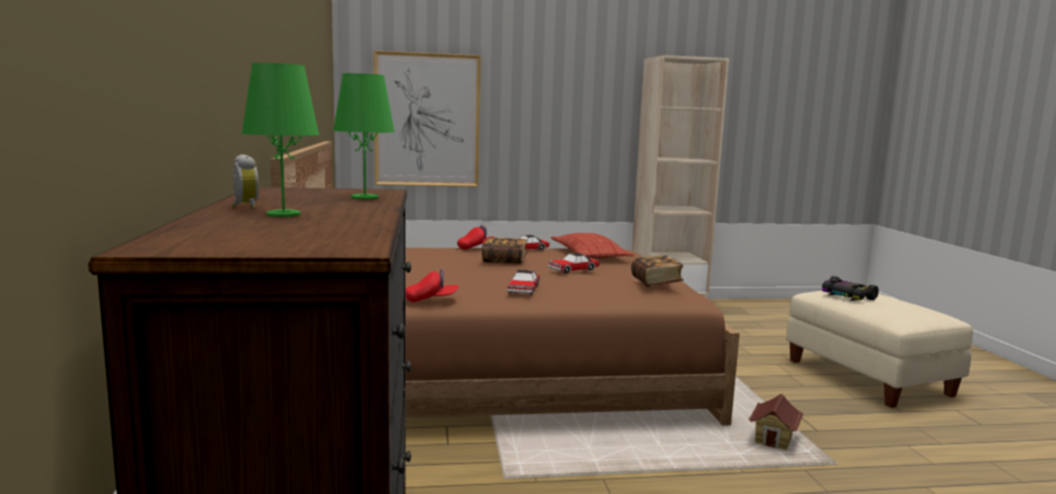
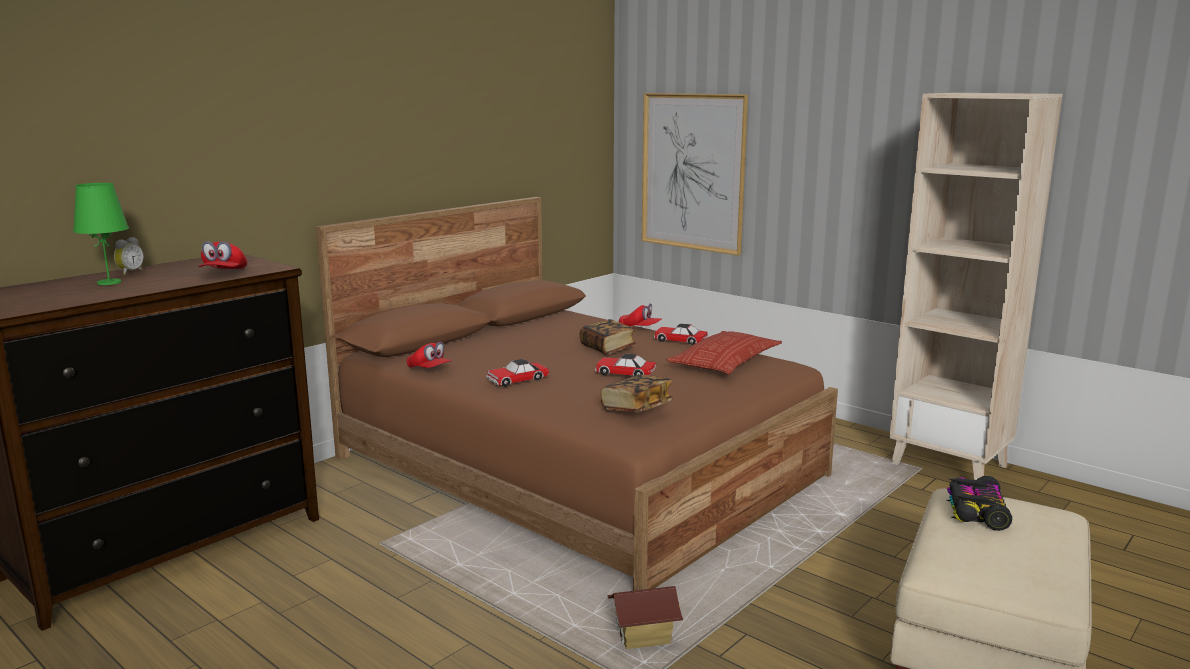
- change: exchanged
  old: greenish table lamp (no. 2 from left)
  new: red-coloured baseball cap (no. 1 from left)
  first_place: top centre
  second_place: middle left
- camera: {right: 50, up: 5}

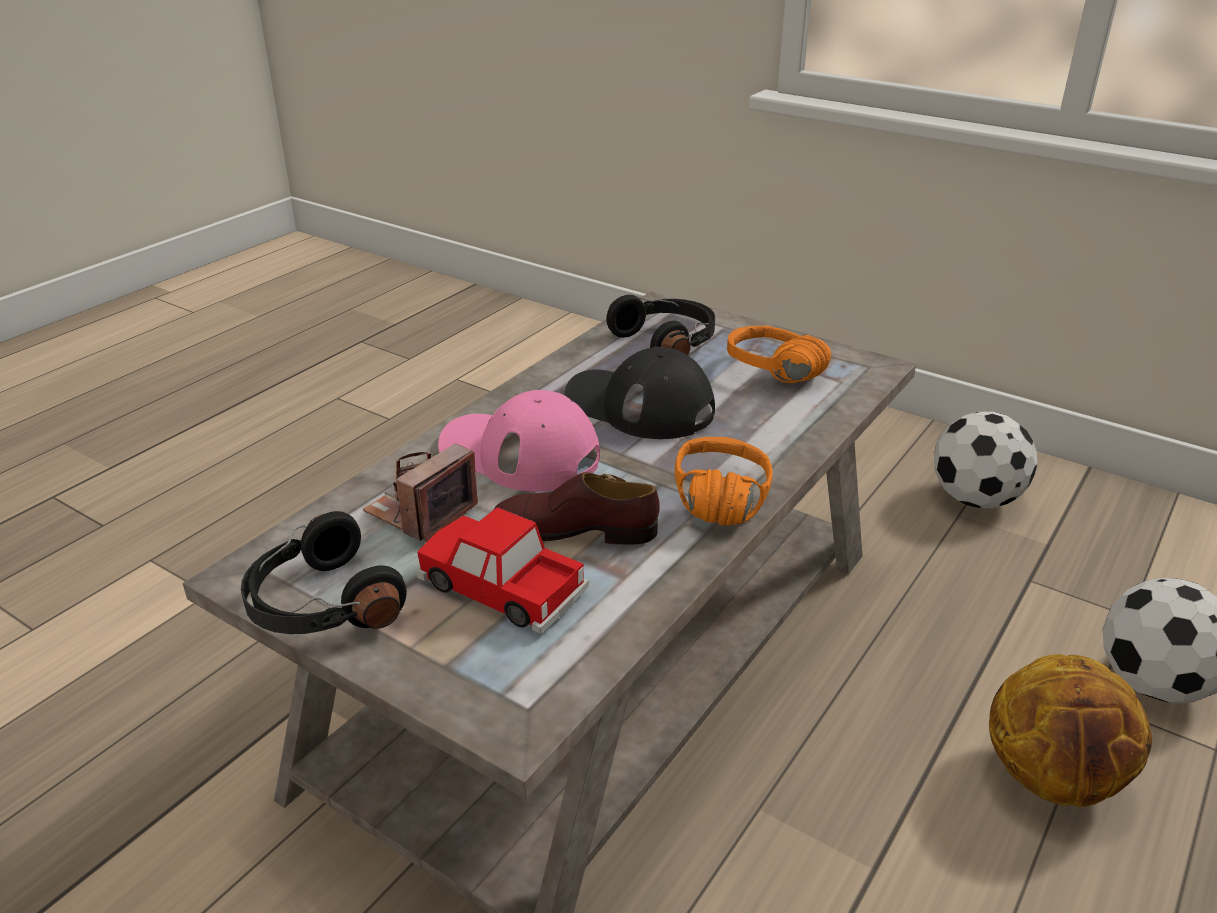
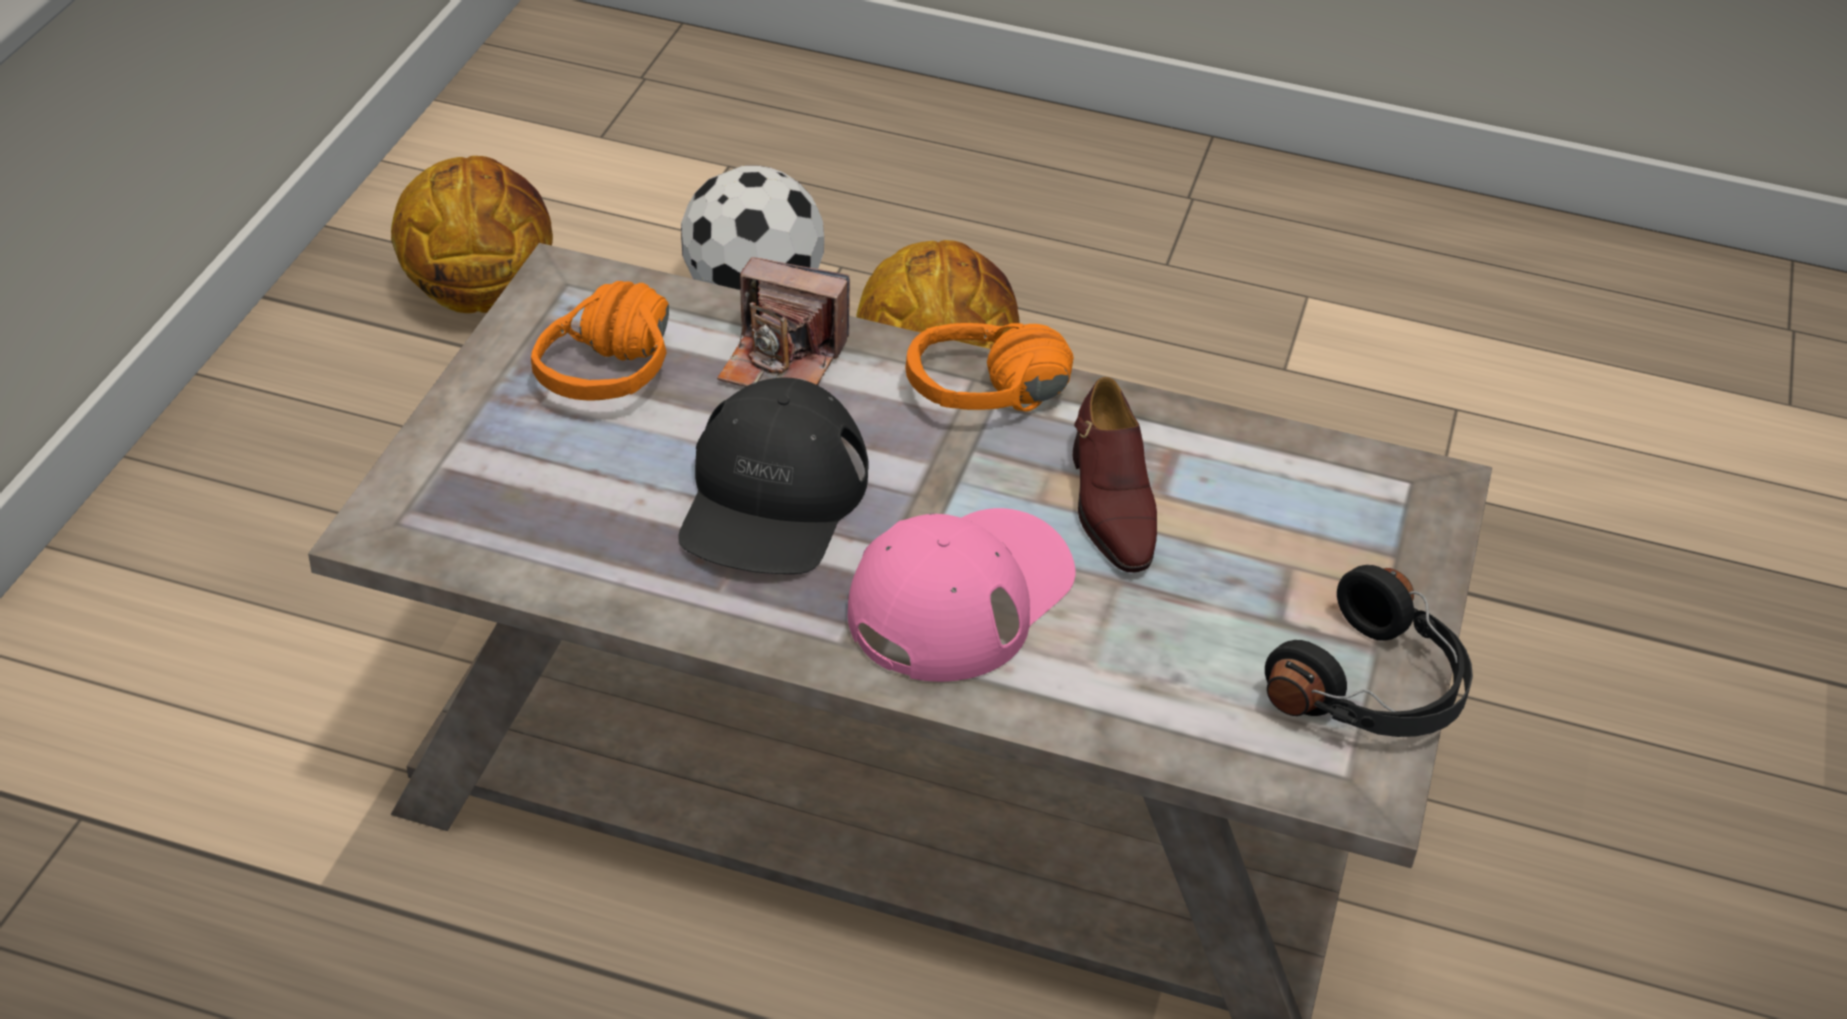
- change: missing
  old: toy car
  first_place: centre
- change: missing
  old: black headphones (no. 2 from left)
  first_place: centre
- change: missing
  old: ball for football (no. 1 from left)
  first_place: middle right
- change: appeared
  new: basketball ball (no. 1 from left)
  second_place: top left
- change: relocated
  old: still camera
  first_place: centre
  second_place: top centre
- change: spun
  old: pinkish baseball cap
  first_place: centre
  second_place: centre
  degrees: -150
- camera: {right: -110, up: 10}

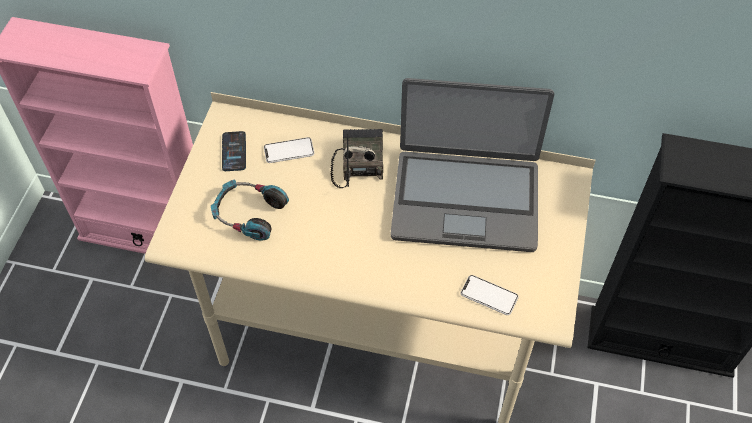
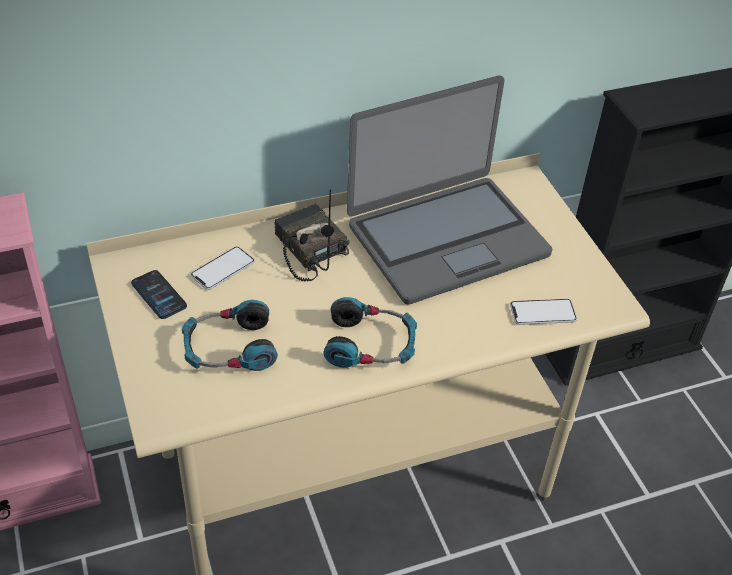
- change: appeared
  new: headphones (no. 2 from left)
  second_place: centre
- camera: {right: -35, up: -10}

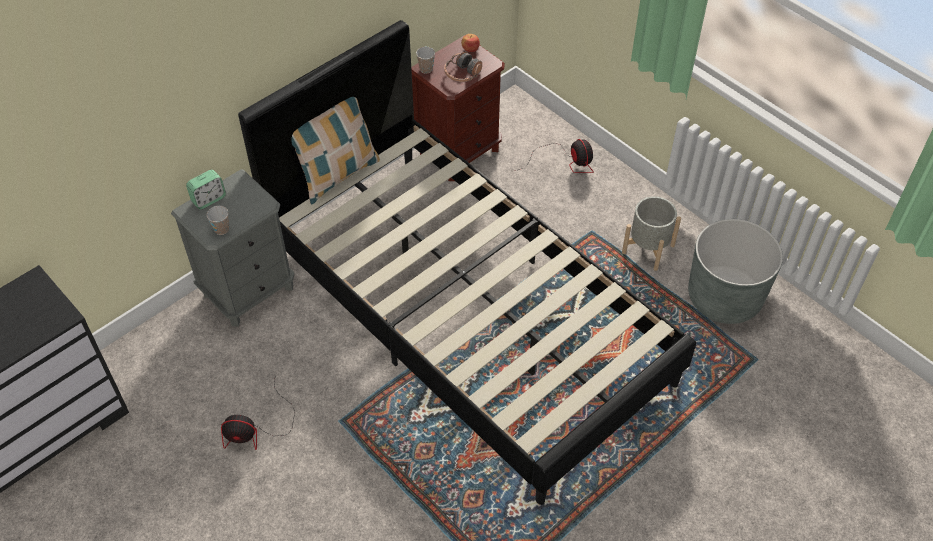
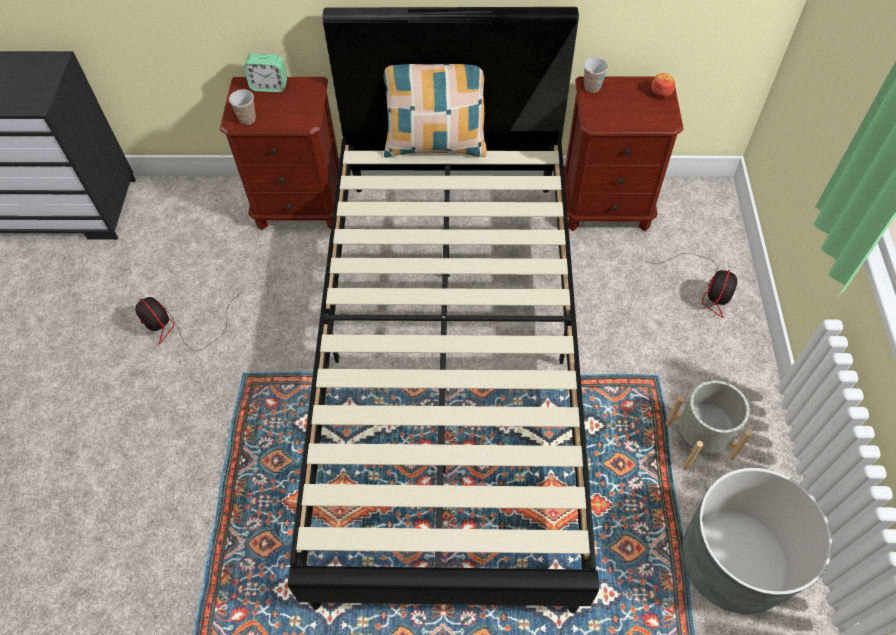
- change: missing
  old: headphones
  first_place: top centre
- change: colour
  old: gray bedside table
  new: brownish bedside table (no. 1 from left)
  first_place: middle left
  second_place: top left
- camera: {right: 45, up: 5}

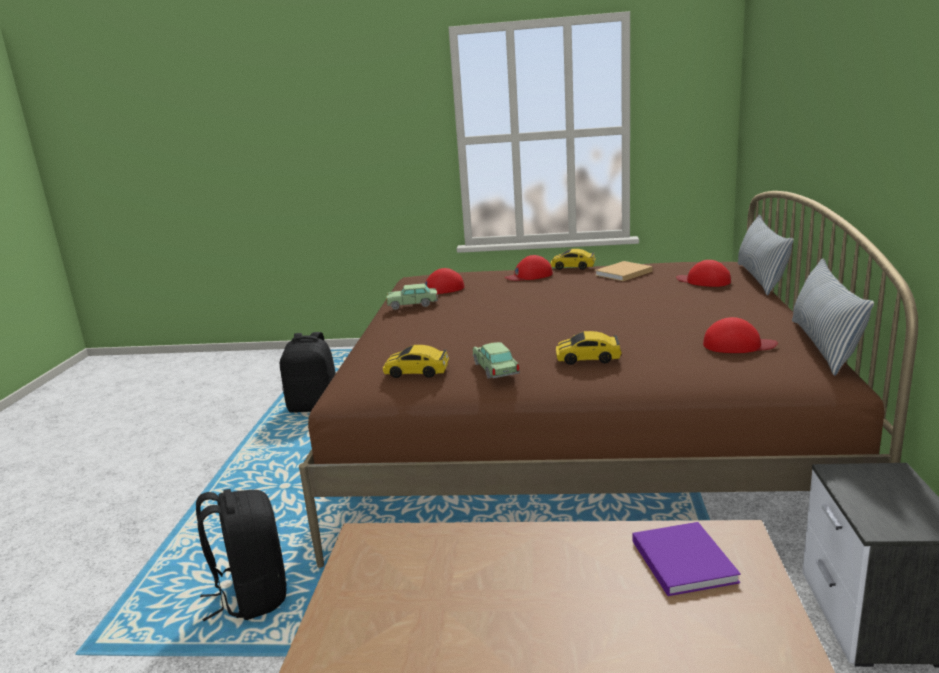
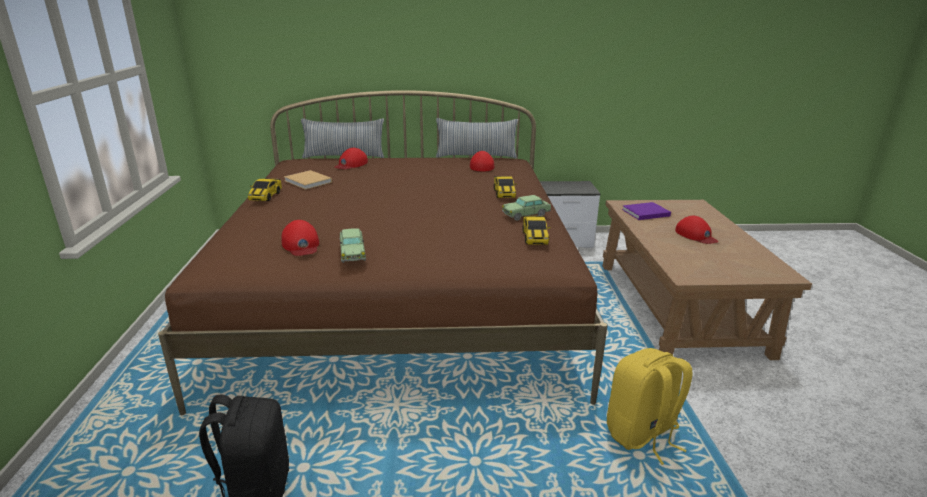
- change: relocated
  old: red-coloured baseball cap (no. 2 from left in the first image)
  new: red-coloured baseball cap (no. 4 from left)
  first_place: centre
  second_place: middle right
- change: colour
  old: black backpack (no. 1 from left)
  new: yellow-coloured backpack
  first_place: bottom left
  second_place: bottom right
- camera: {right: -100, up: 5}

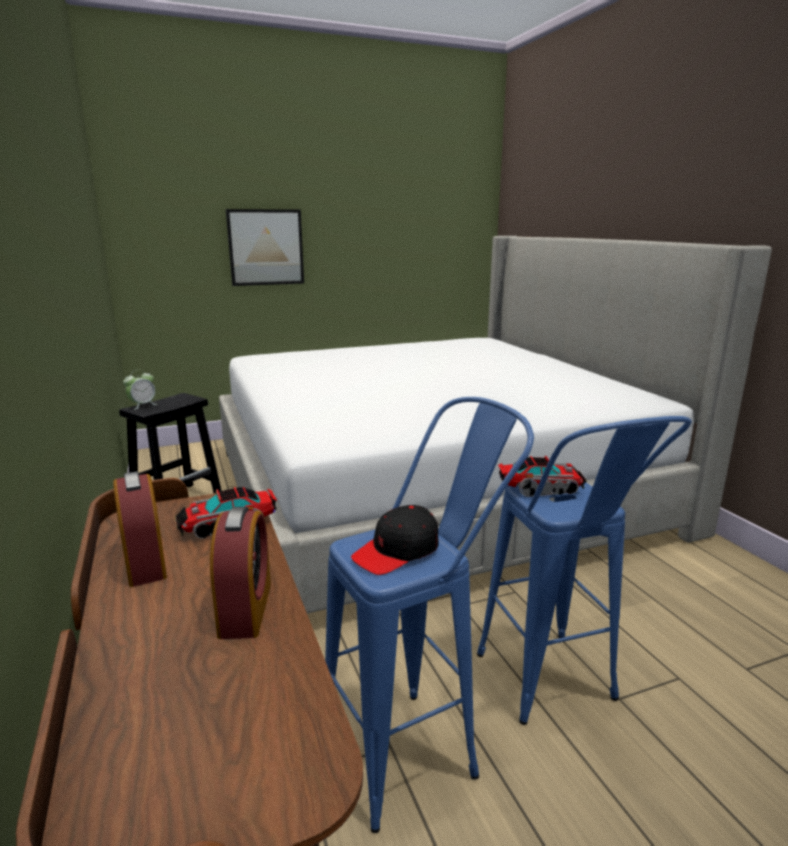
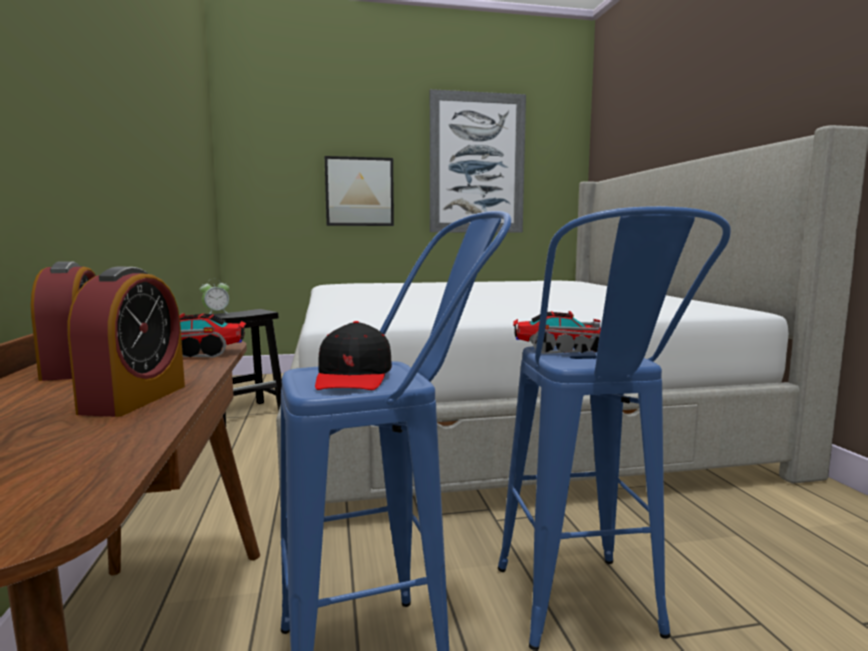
- change: appeared
  new: wall art (no. 2 from left)
  second_place: top centre
- change: spun
  old: black baseball cap
  first_place: centre
  second_place: centre
  degrees: -60
- camera: {right: 10, up: -10}

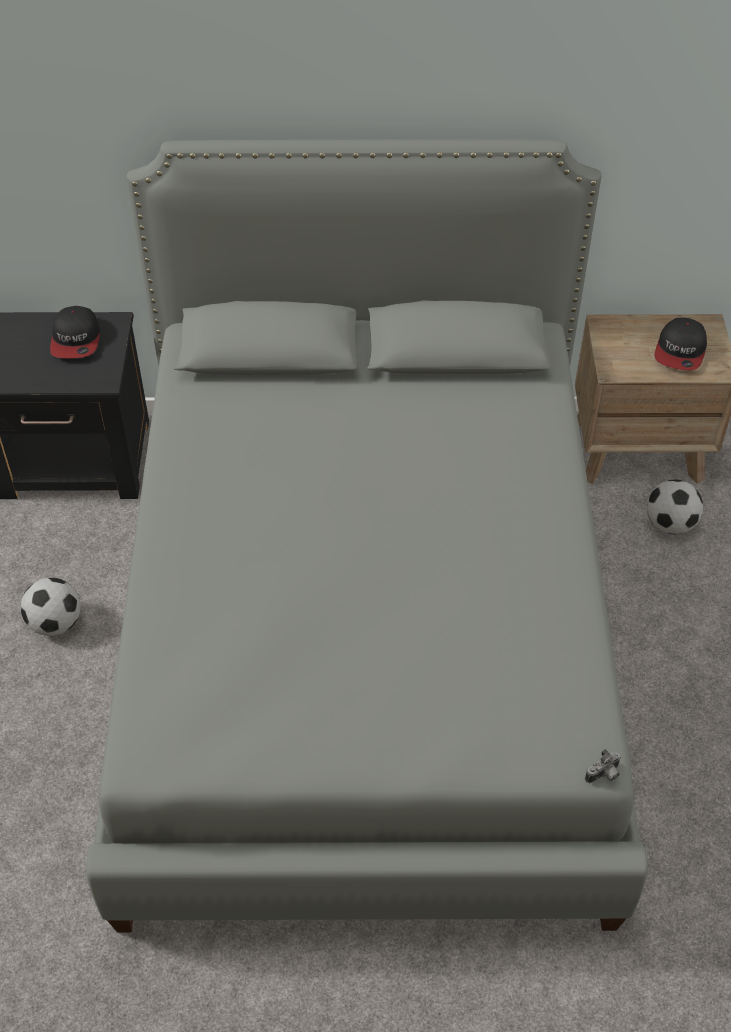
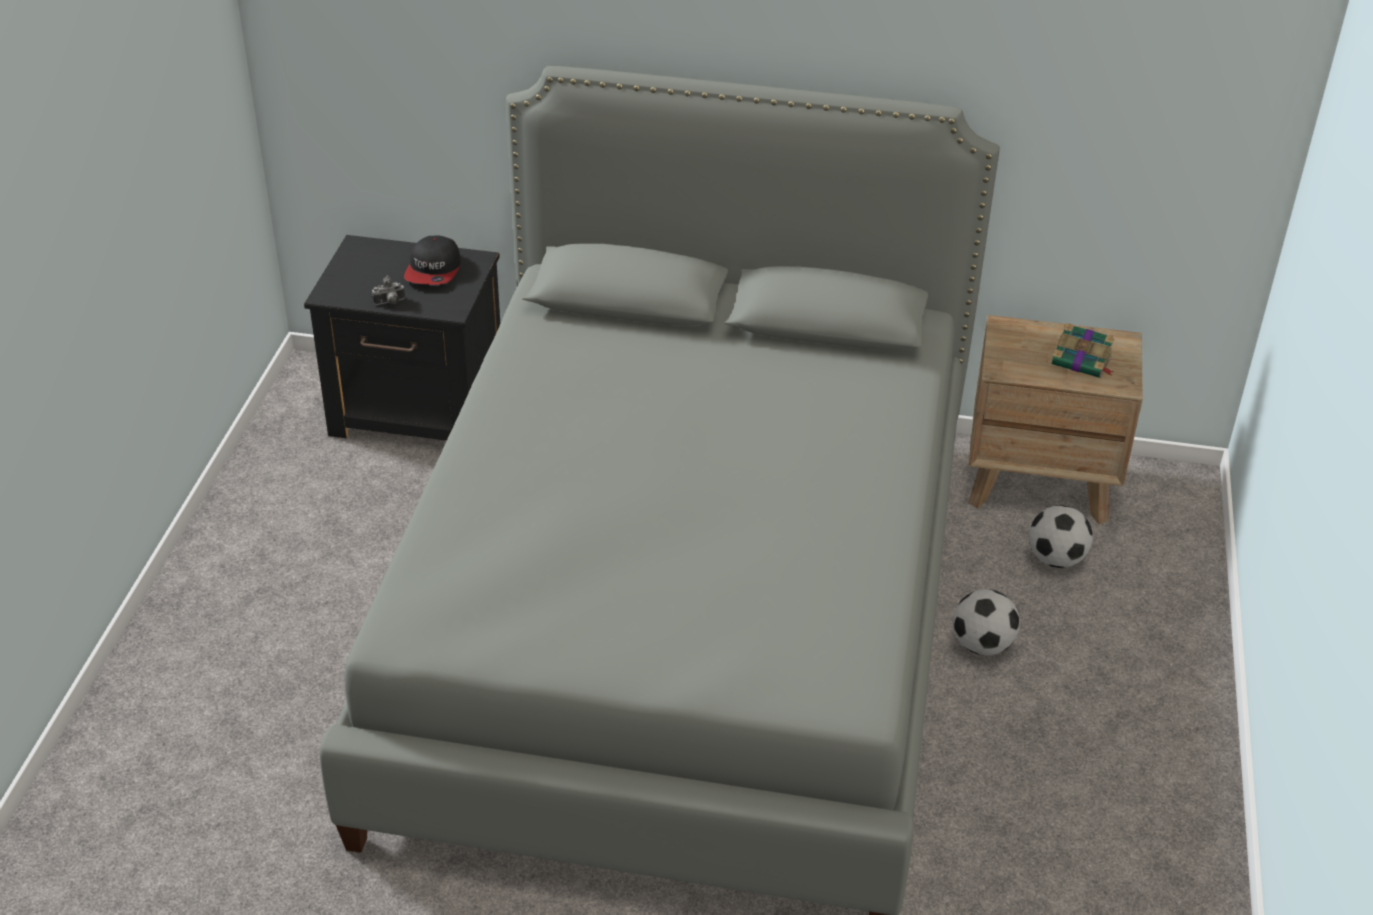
- change: relocated
  old: ball for football (no. 1 from left)
  first_place: middle left
  second_place: bottom right
- change: relocated
  old: still camera
  first_place: bottom right
  second_place: top left
- change: exchanged
  old: baseball cap (no. 2 from left)
  new: book
  first_place: middle right
  second_place: middle right
- camera: {right: 10, up: -10}

